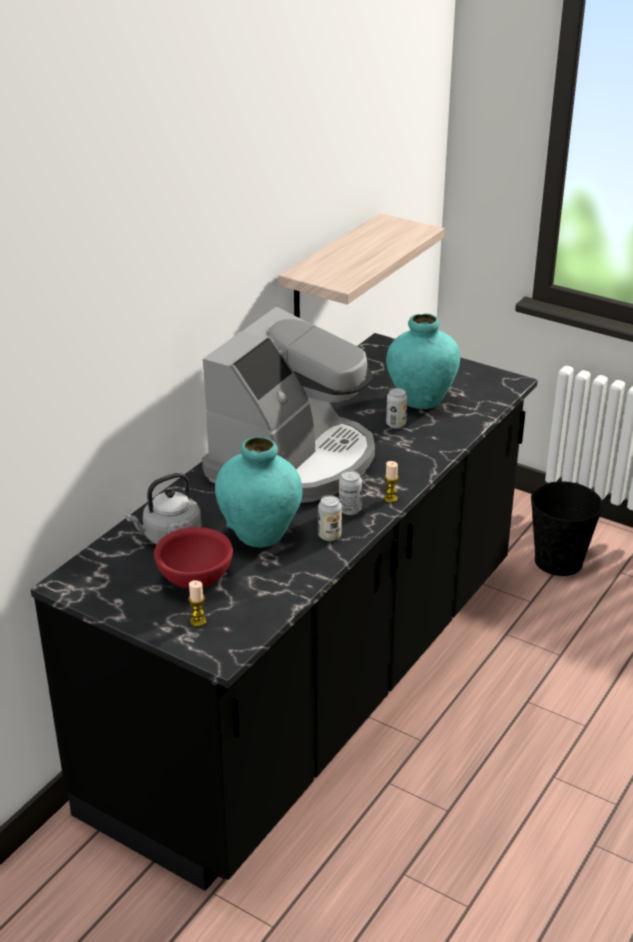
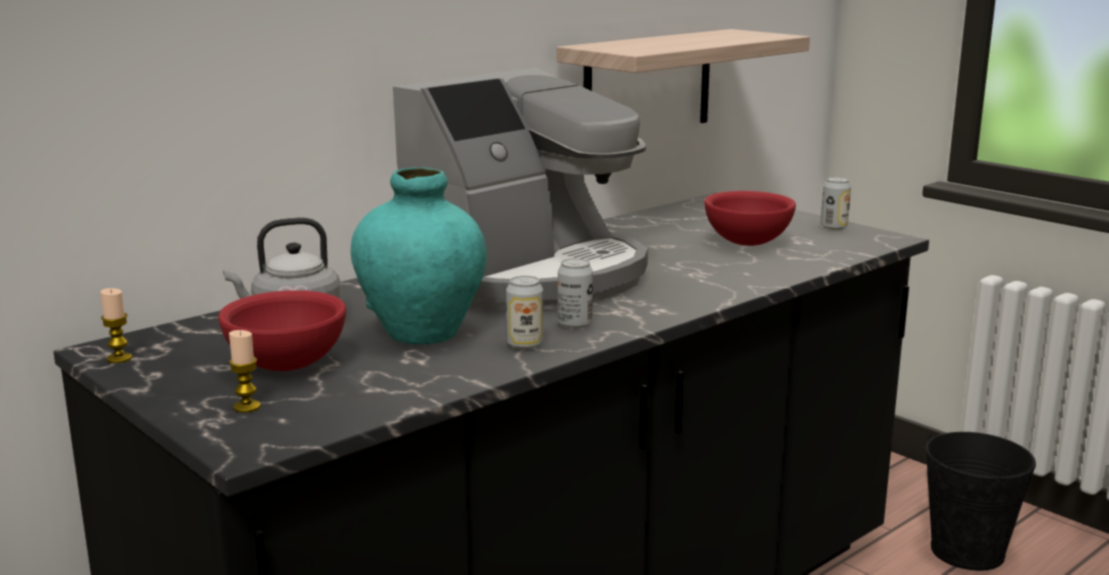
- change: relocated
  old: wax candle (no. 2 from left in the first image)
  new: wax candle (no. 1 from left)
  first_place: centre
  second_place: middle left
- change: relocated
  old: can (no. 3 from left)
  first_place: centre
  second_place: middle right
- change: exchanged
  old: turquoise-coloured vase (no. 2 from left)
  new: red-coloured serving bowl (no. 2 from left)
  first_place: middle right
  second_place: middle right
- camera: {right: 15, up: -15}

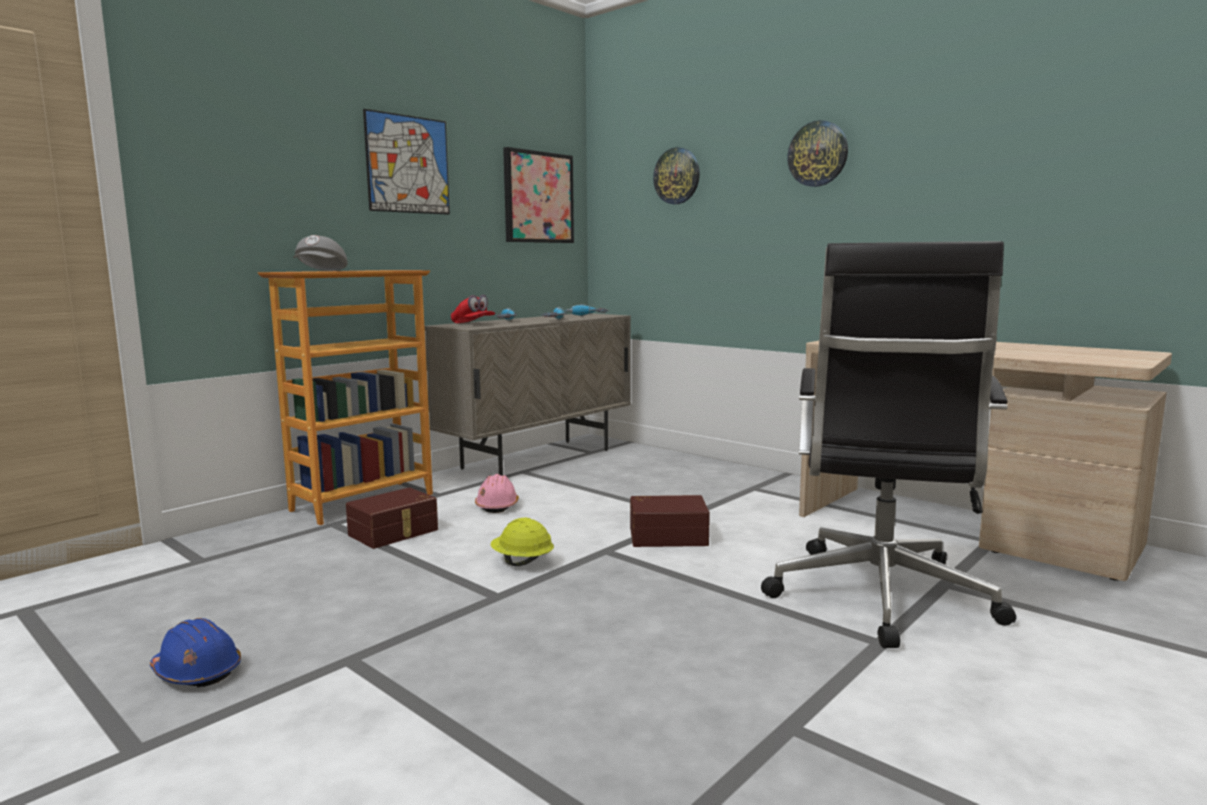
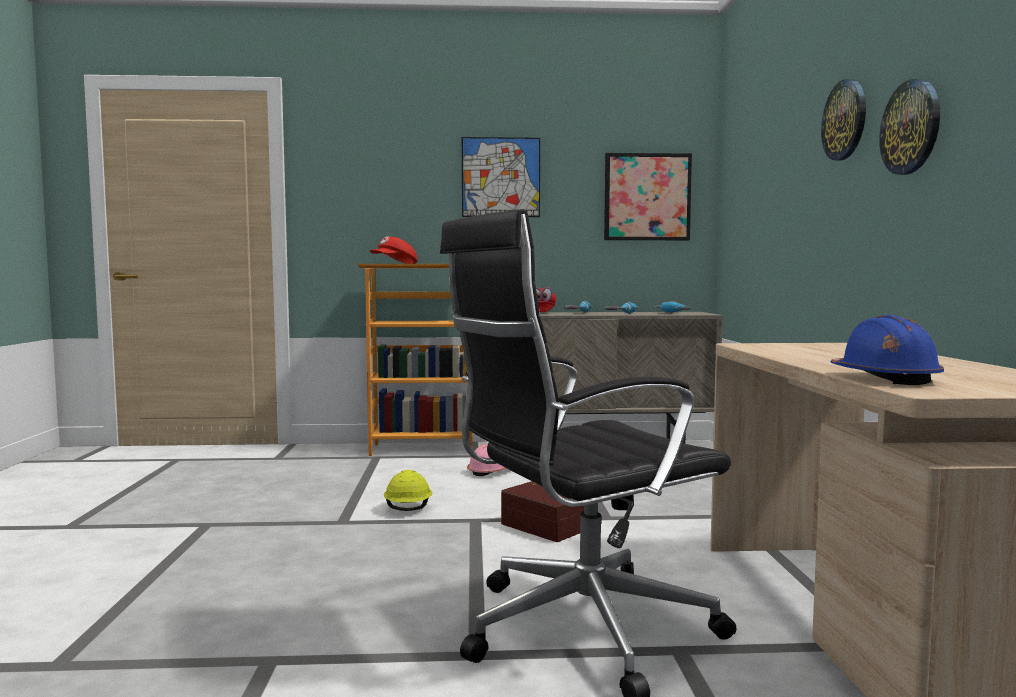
- change: missing
  old: brownish storage container (no. 1 from left)
  first_place: middle left
- change: relocated
  old: blue safety helmet
  first_place: bottom left
  second_place: middle right
- change: relocated
  old: hanging clock (no. 1 from left in the first image)
  new: hanging clock (no. 2 from left)
  first_place: top centre
  second_place: top right
- change: colour
  old: gray baseball cap
  new: red-coloured baseball cap (no. 1 from left)
  first_place: top left
  second_place: centre
- camera: {right: 45, up: -5}

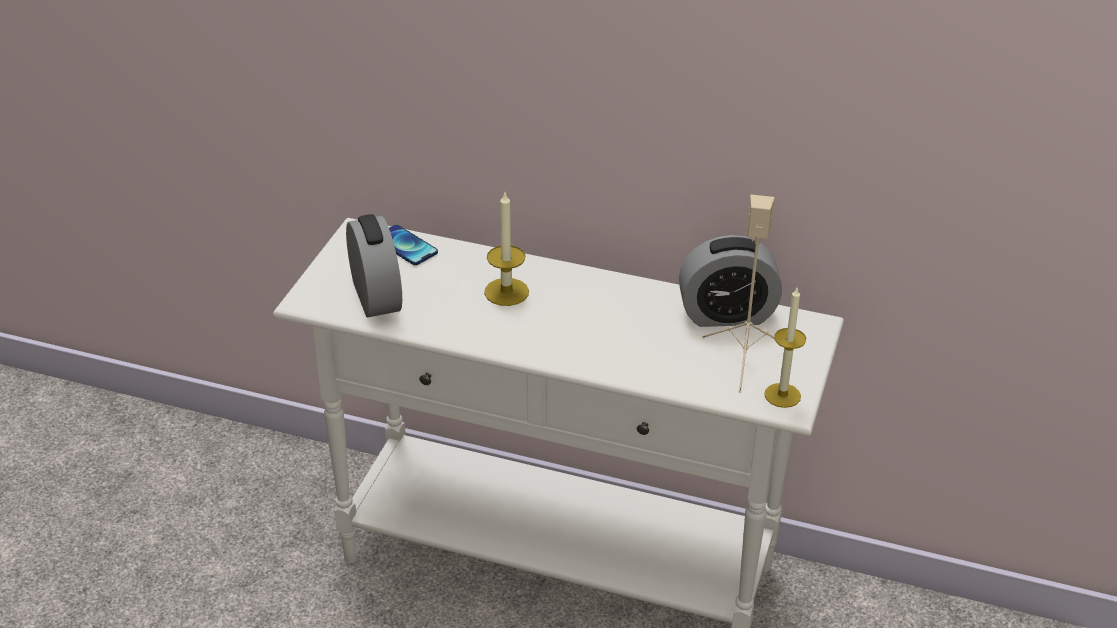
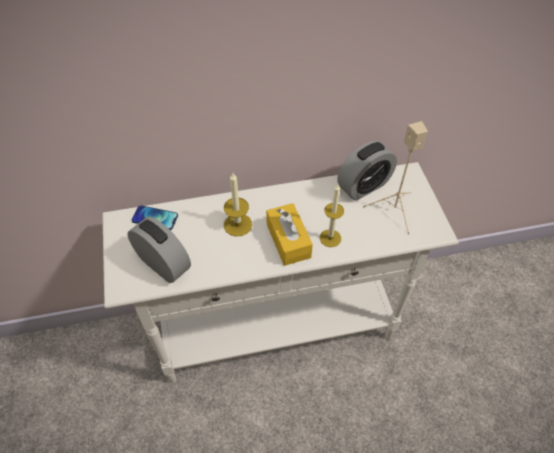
- change: appeared
  new: yellow-coloured tissue holder
  second_place: centre
- change: relocated
  old: wax candle (no. 2 from left)
  first_place: middle right
  second_place: centre
- camera: {right: -30, up: 15}

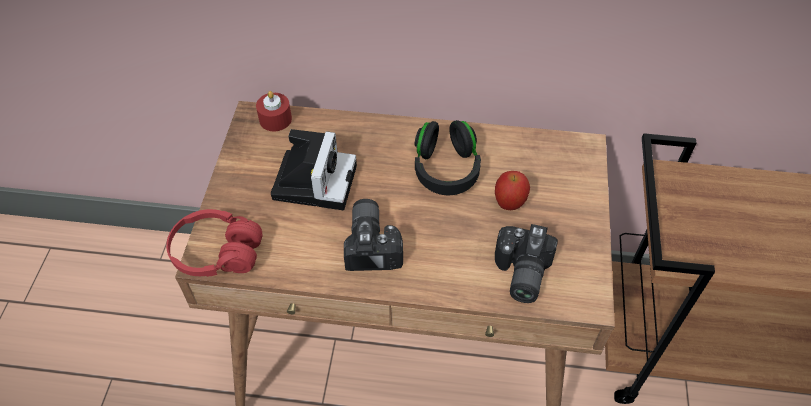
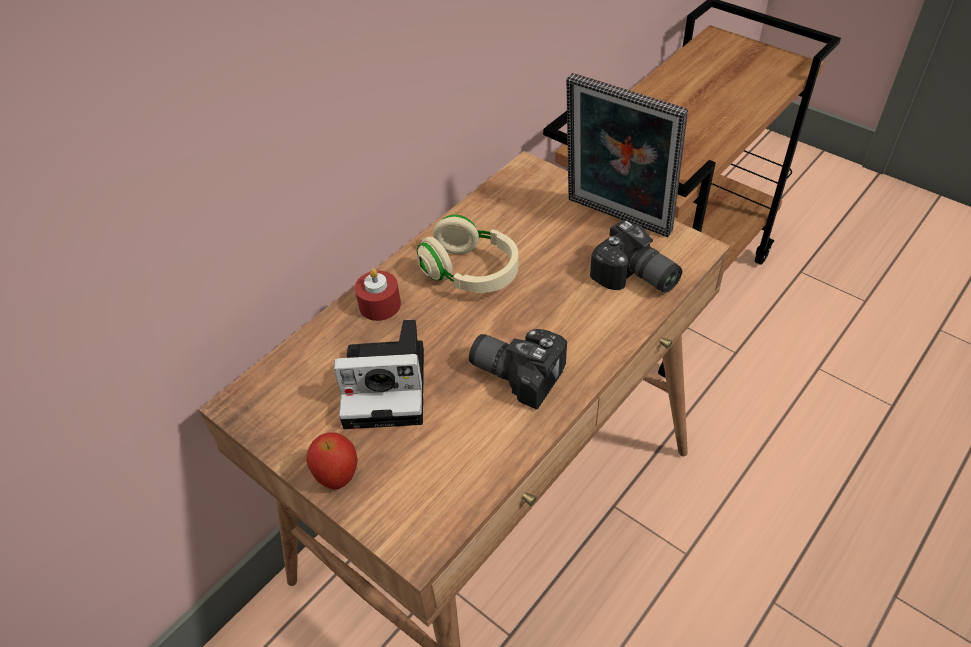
- change: missing
  old: red-coloured headphones
  first_place: middle left
- change: appeared
  new: standing frame
  second_place: top centre
- change: relocated
  old: red-coloured wax candle
  first_place: top centre
  second_place: centre
- change: relocated
  old: whole apple
  first_place: centre
  second_place: bottom centre
- change: colour
  old: black headphones
  new: sand-coloured headphones
  first_place: centre
  second_place: centre
- change: spun
  old: still camera (no. 1 from left)
  first_place: centre
  second_place: centre
  degrees: 135
- camera: {right: -55, up: -5}

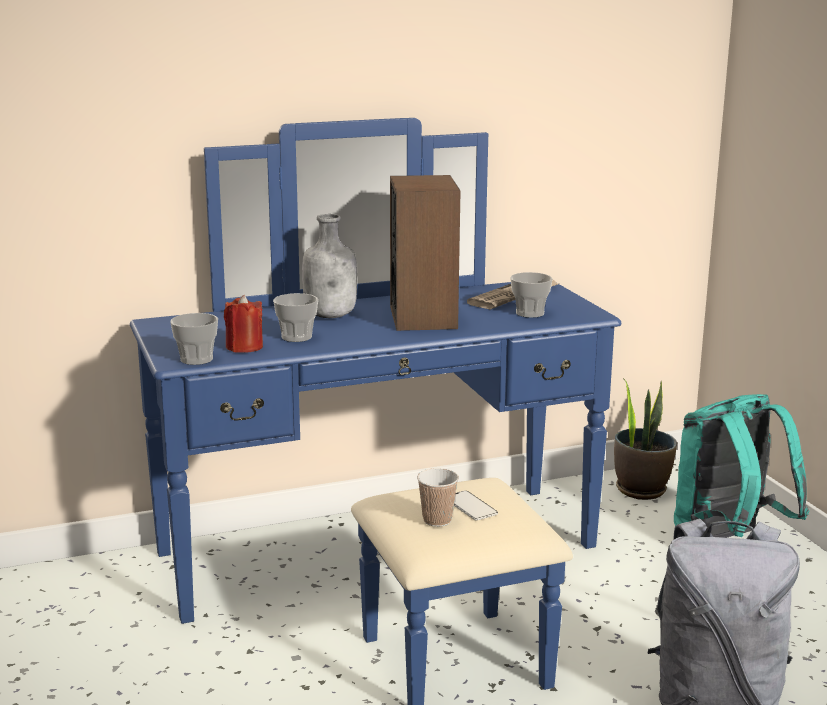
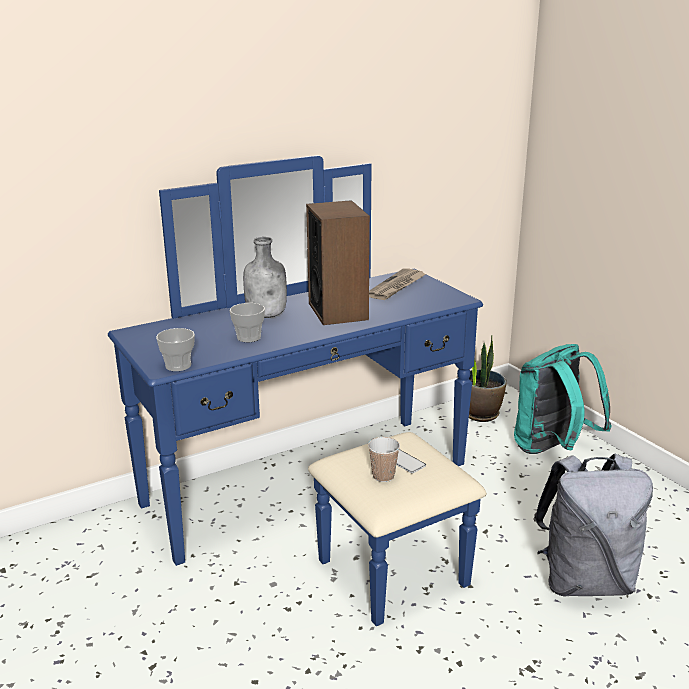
- change: missing
  old: red-coloured wax candle
  first_place: middle left
- change: missing
  old: cup (no. 4 from left)
  first_place: centre
- camera: {right: -10, up: 5}

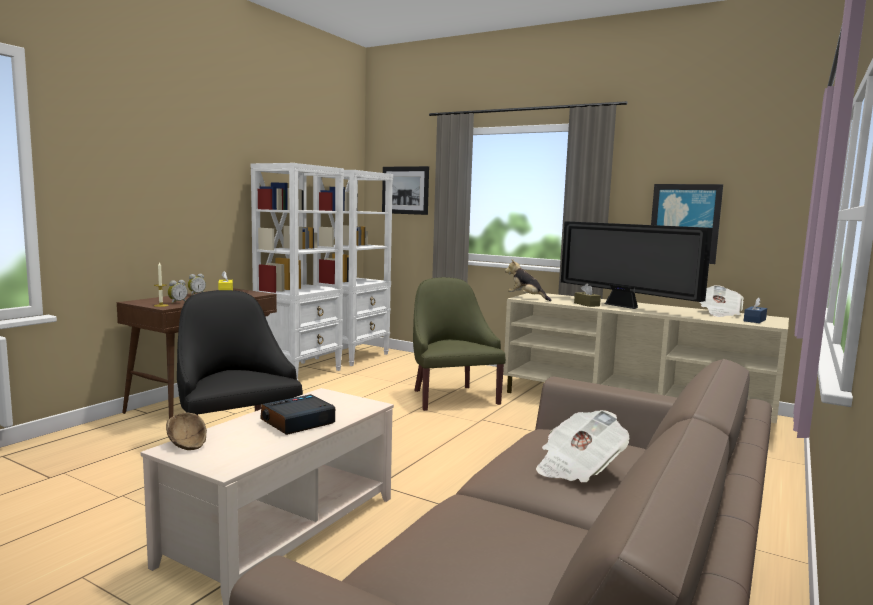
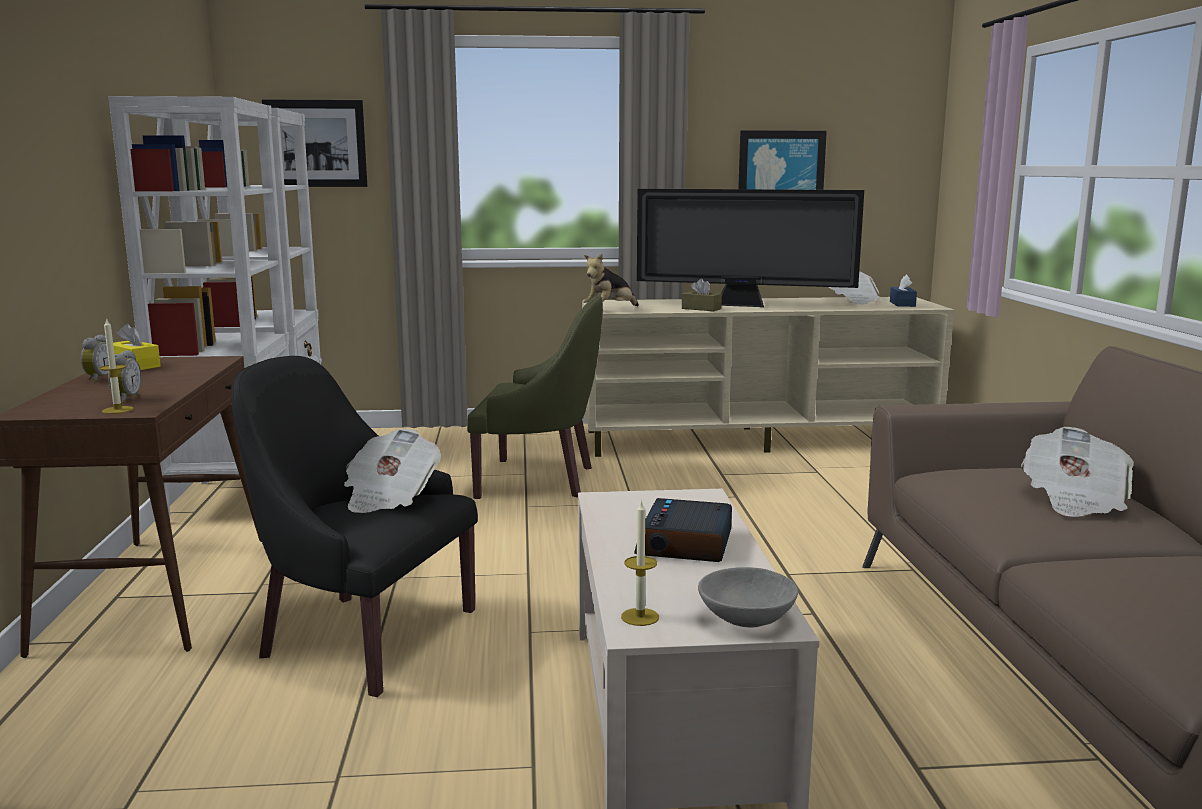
- change: appeared
  new: printed paper (no. 1 from left)
  second_place: middle left
- change: appeared
  new: gray serving bowl
  second_place: bottom centre
- change: exchanged
  old: brownish serving bowl
  new: wax candle (no. 2 from left)
  first_place: bottom left
  second_place: bottom centre
- change: spun
  old: greenish easy chair
  first_place: centre
  second_place: centre
  degrees: 150
- change: spun
  old: soft toy
  first_place: centre
  second_place: centre
  degrees: -45
- camera: {right: -35, up: 5}

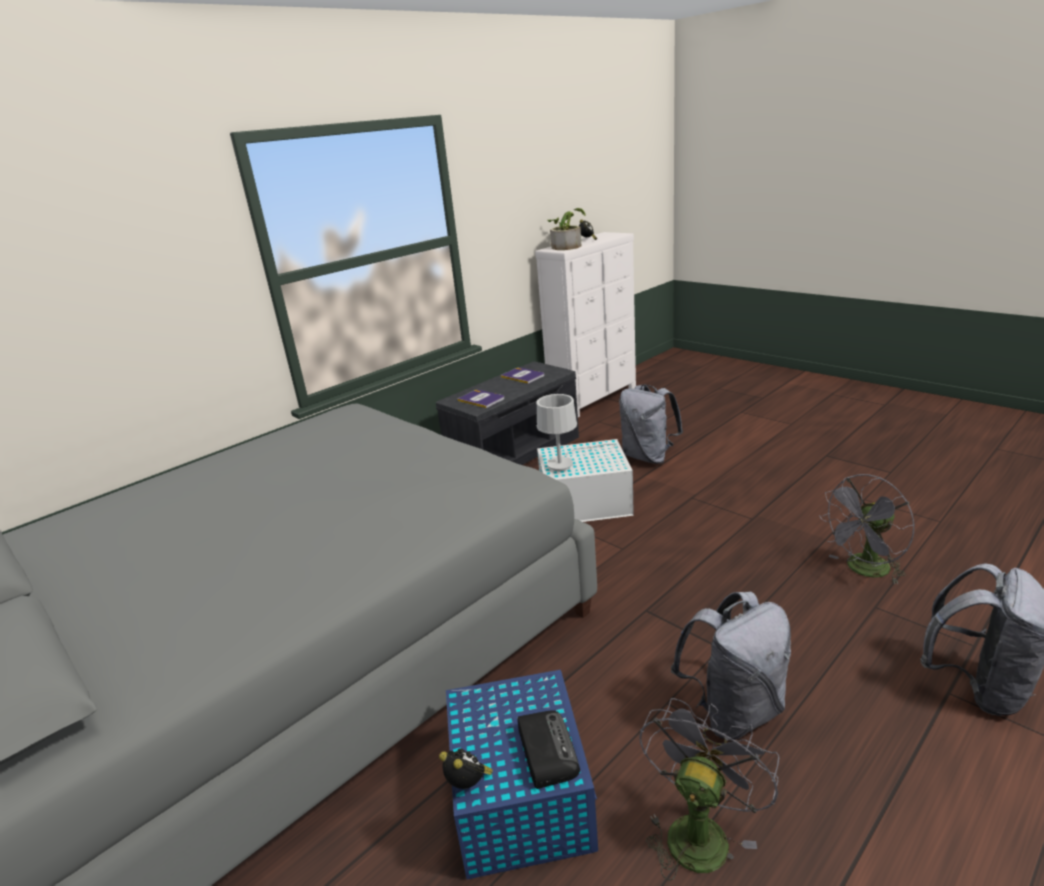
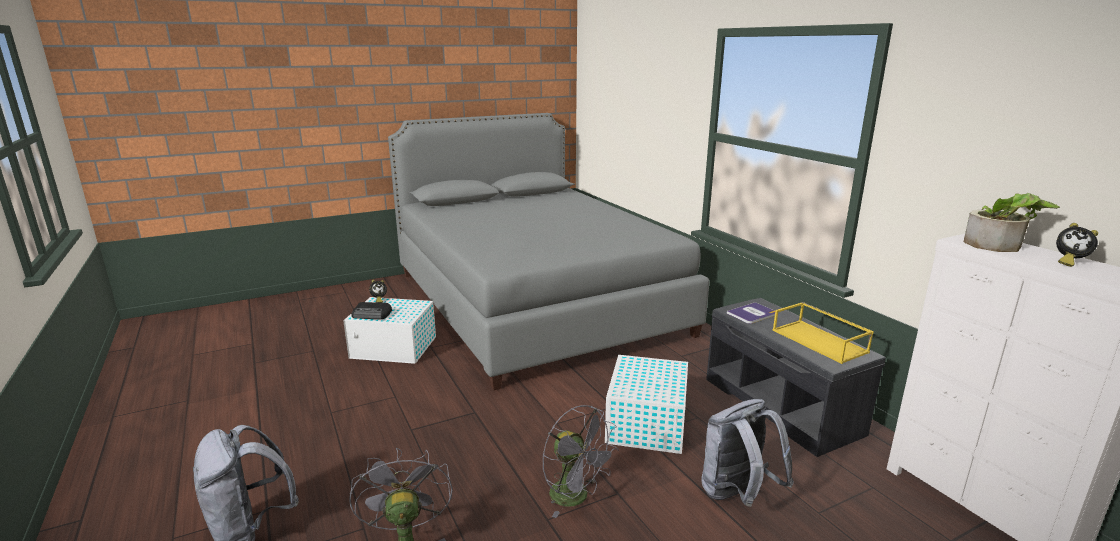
- change: missing
  old: whitish table lamp
  first_place: centre
- change: missing
  old: gray backpack (no. 2 from left)
  first_place: bottom right
- change: relocated
  old: gray electric fan (no. 1 from left in the first image)
  new: gray electric fan (no. 2 from left)
  first_place: bottom right
  second_place: bottom centre
- change: exchanged
  old: book (no. 2 from left)
  new: yellow-coloured tray
  first_place: centre
  second_place: middle right
- change: colour
  old: blue storage container
  new: whitish storage container (no. 1 from left)
  first_place: bottom centre
  second_place: centre
- camera: {right: 105, up: -5}

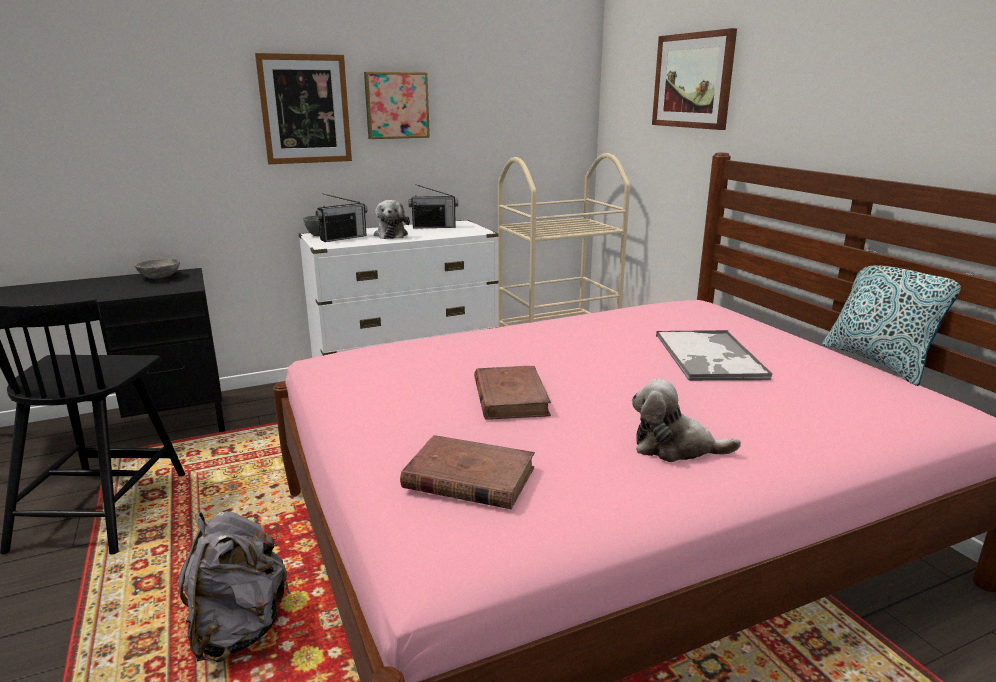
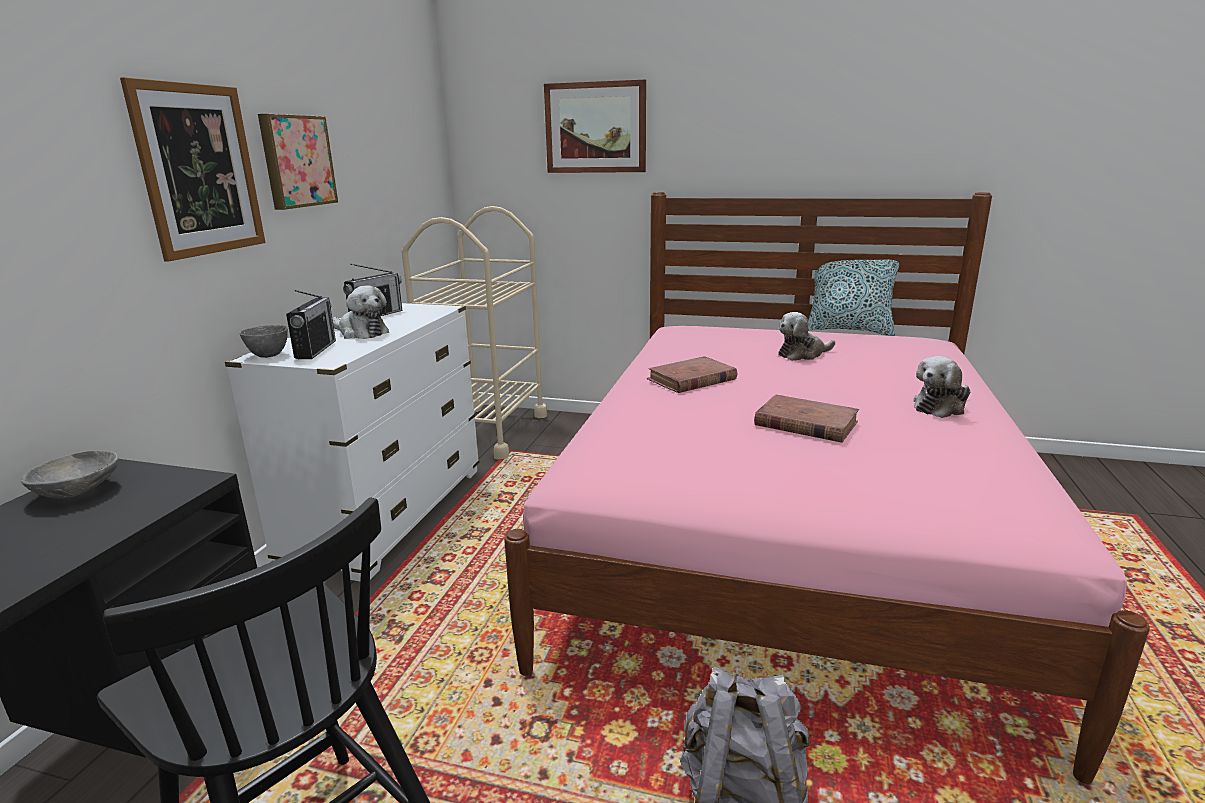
- change: relocated
  old: brownish book (no. 1 from left)
  first_place: bottom centre
  second_place: centre
- change: exchanged
  old: tray
  new: soft toy (no. 2 from left)
  first_place: middle right
  second_place: middle right
- camera: {right: -50, up: 0}

